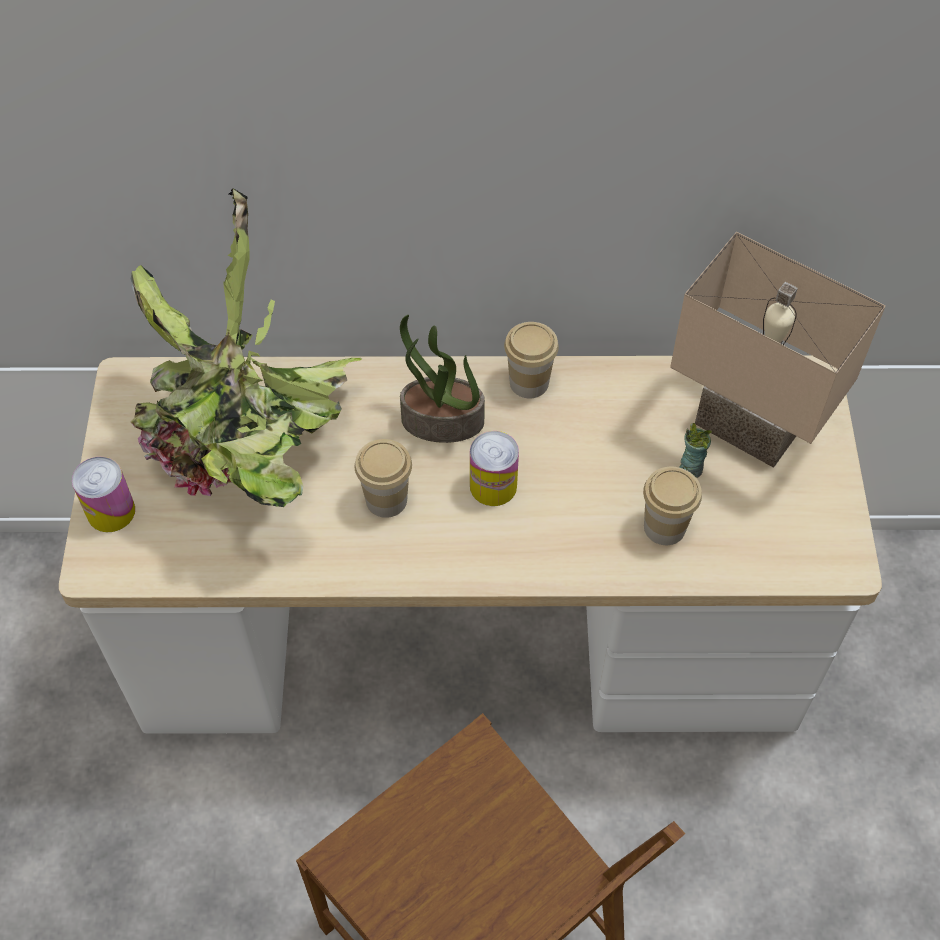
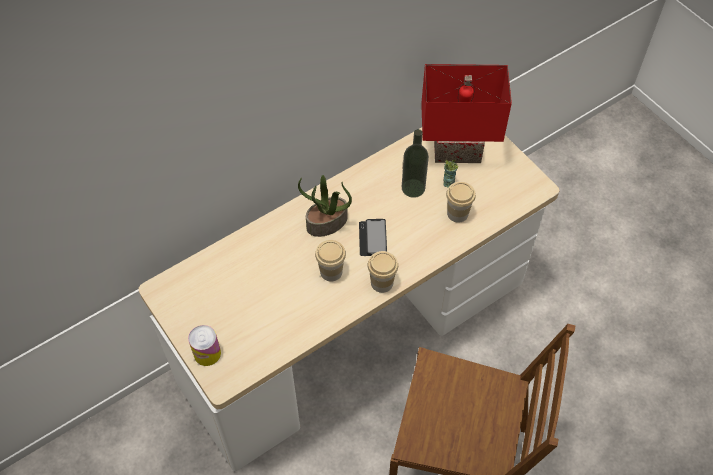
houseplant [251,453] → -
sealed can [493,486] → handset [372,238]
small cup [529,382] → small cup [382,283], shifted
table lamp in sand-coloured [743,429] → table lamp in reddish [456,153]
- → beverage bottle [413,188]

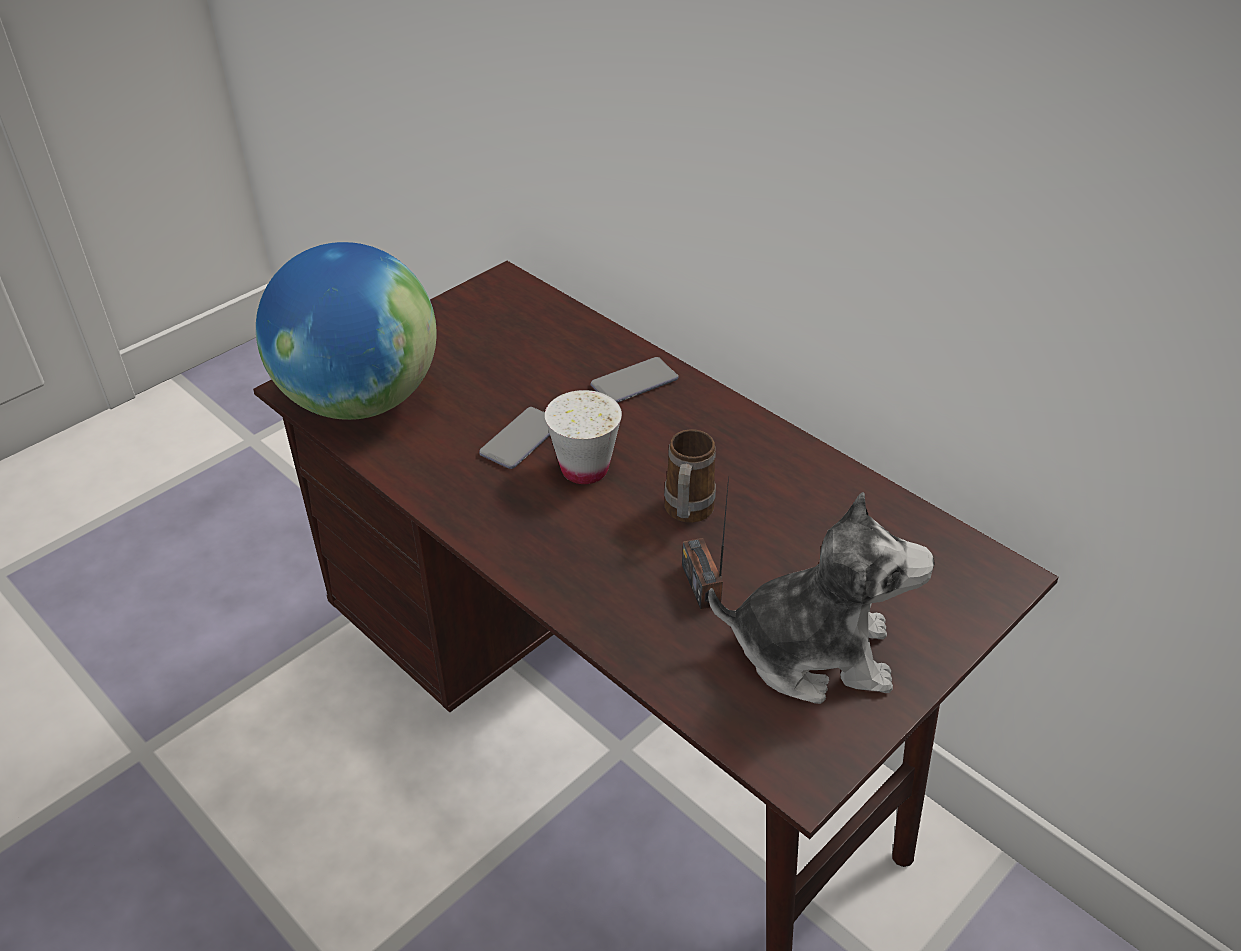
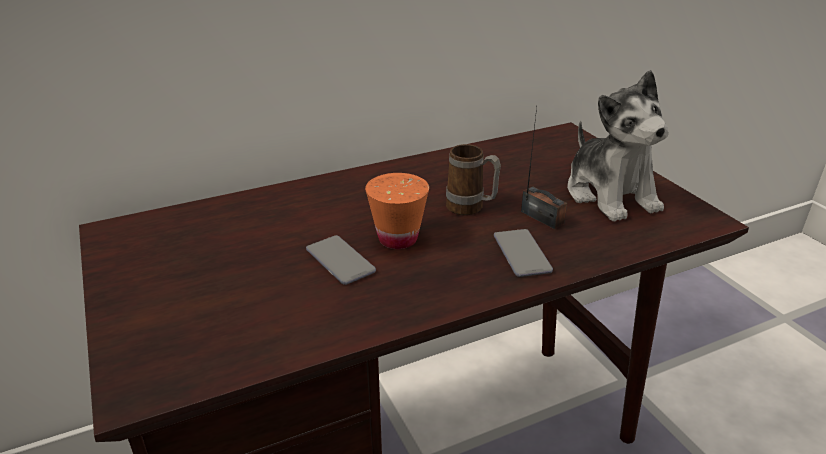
globe [359,400] → -
small cup in whitish [584,469] → small cup in orangey [398,239]
handset [634,382] → handset [521,254], shifted
radio [701,584] → radio [541,218], 135 degrees counterclockwise
cuddly toy [813,651] → cuddly toy [610,194], 135 degrees clockwise

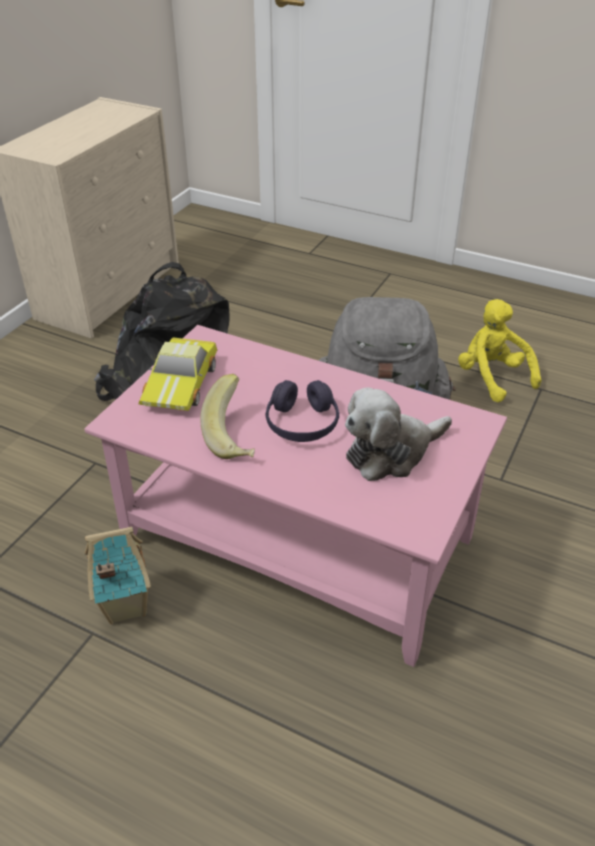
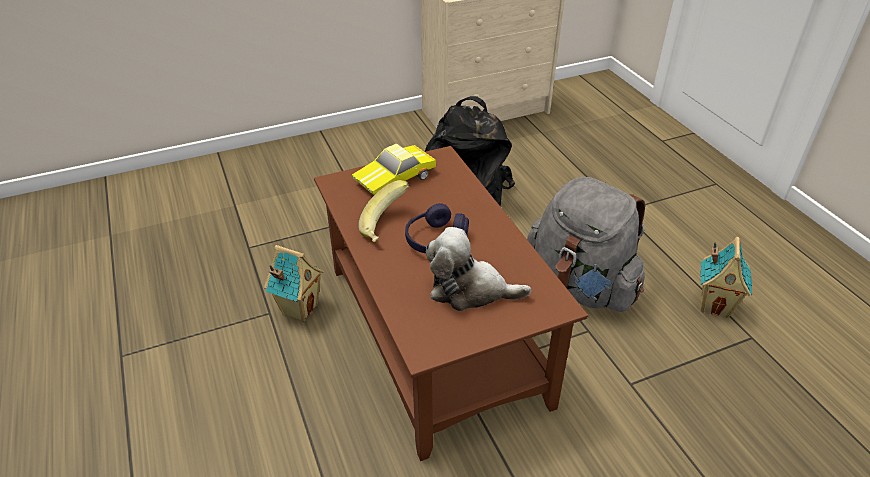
low table in pink [300,540] → low table in brown [436,335]
cuddly toy in yellow-coloured [492,377] → model house [715,305]

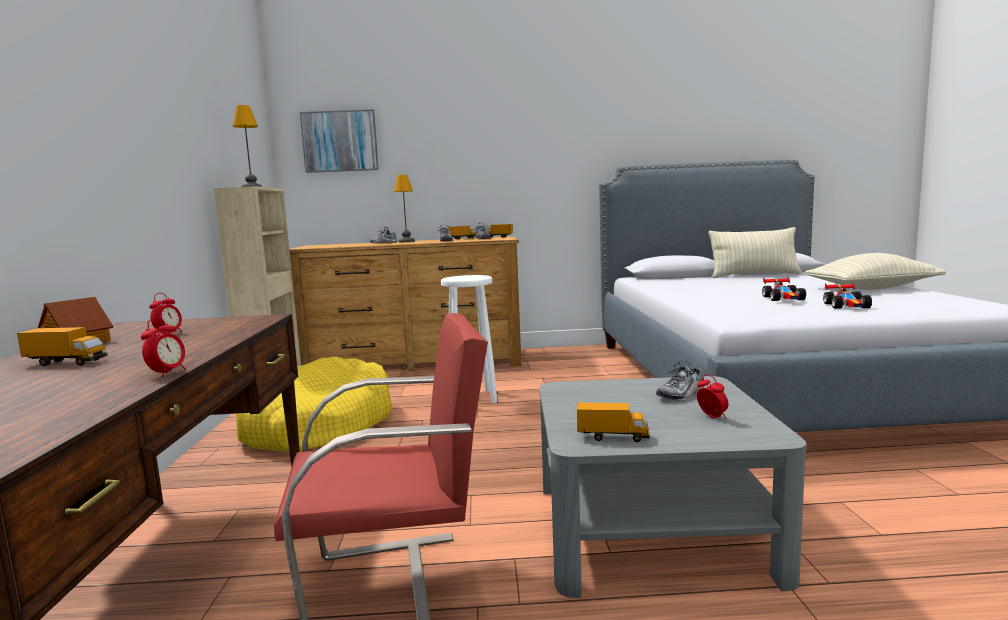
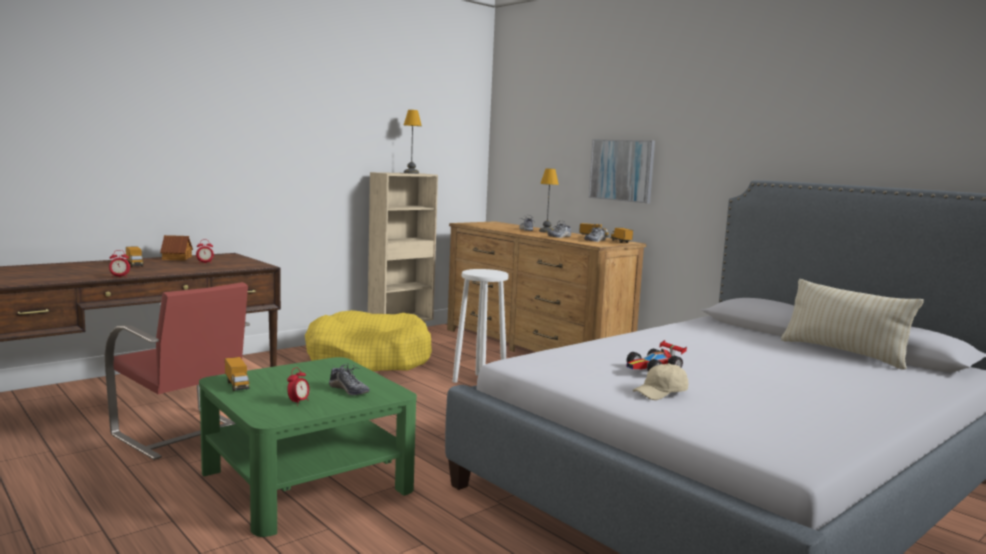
wall picture [340,141] → wall picture [621,170], shifted
low table in gray [650,528] → low table in green [307,480]
item of footwear [681,394] → item of footwear [349,390], 150 degrees counterclockwise
throw pillow in sand-coloured [871,288] → -
miniature car [847,306] → peaked cap in sand-coloured [661,393]

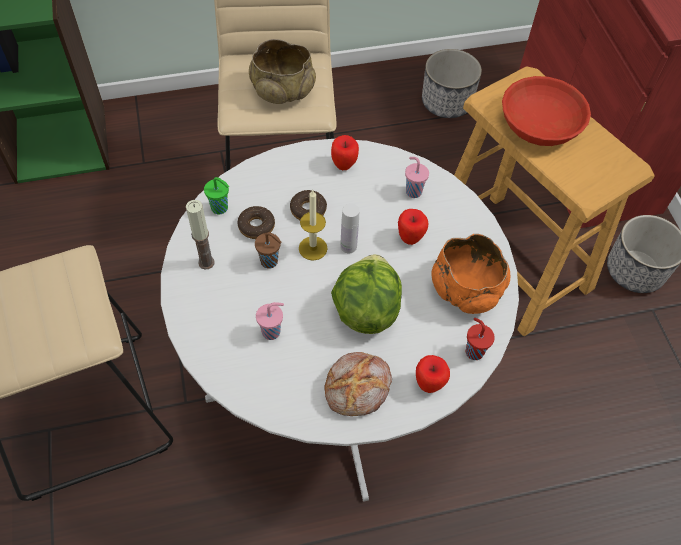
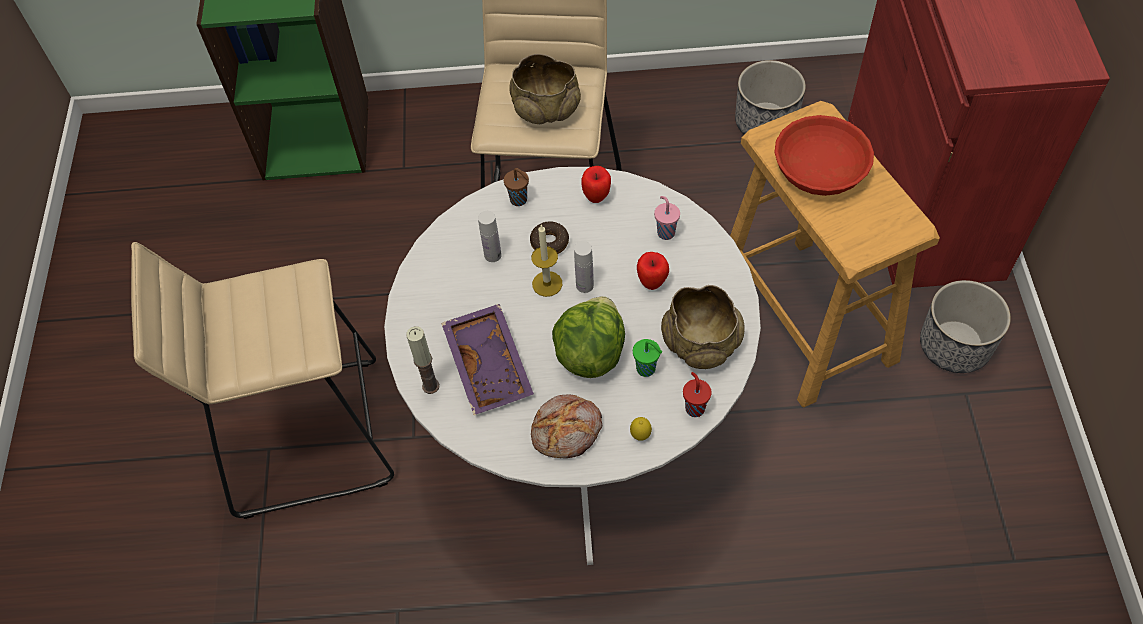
wax candle [206,262] → wax candle [430,386], shifted
small cup in green [220,208] → small cup in green [647,369], shifted
doughnut [256,226] → beverage bottle in whitish [493,255]
small cup in brown [270,262] → small cup in brown [519,200], shifted
small cup in pink [272,331] → serving tray in purple-coloured [490,365]
whole apple [429,384] → whole lemon [640,435]
serving bowl in orangey [466,289] → serving bowl in sand-coloured [701,342]

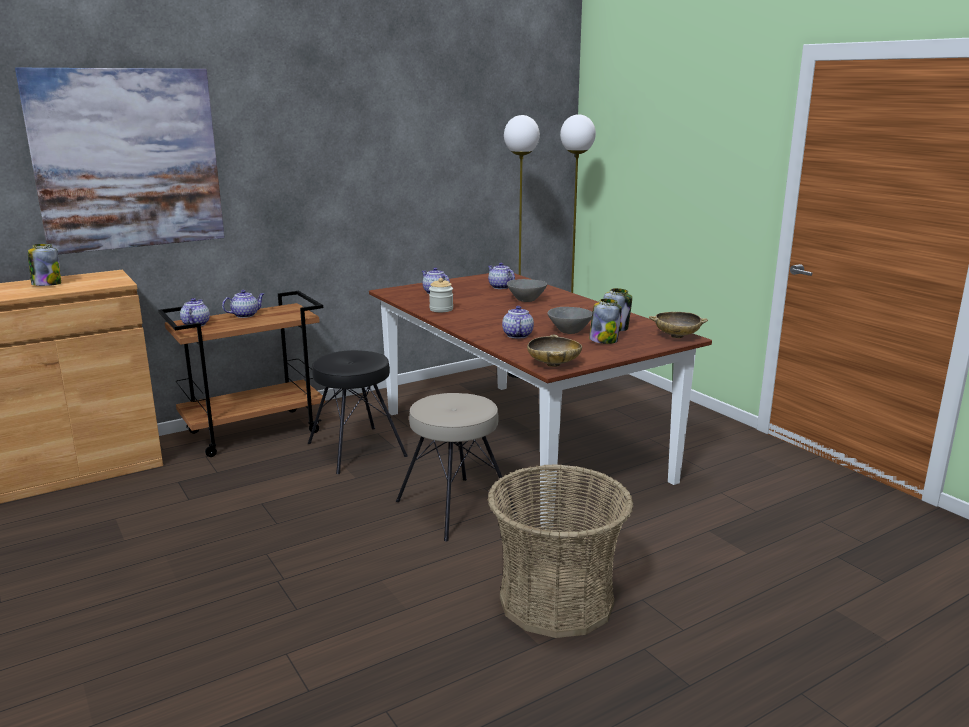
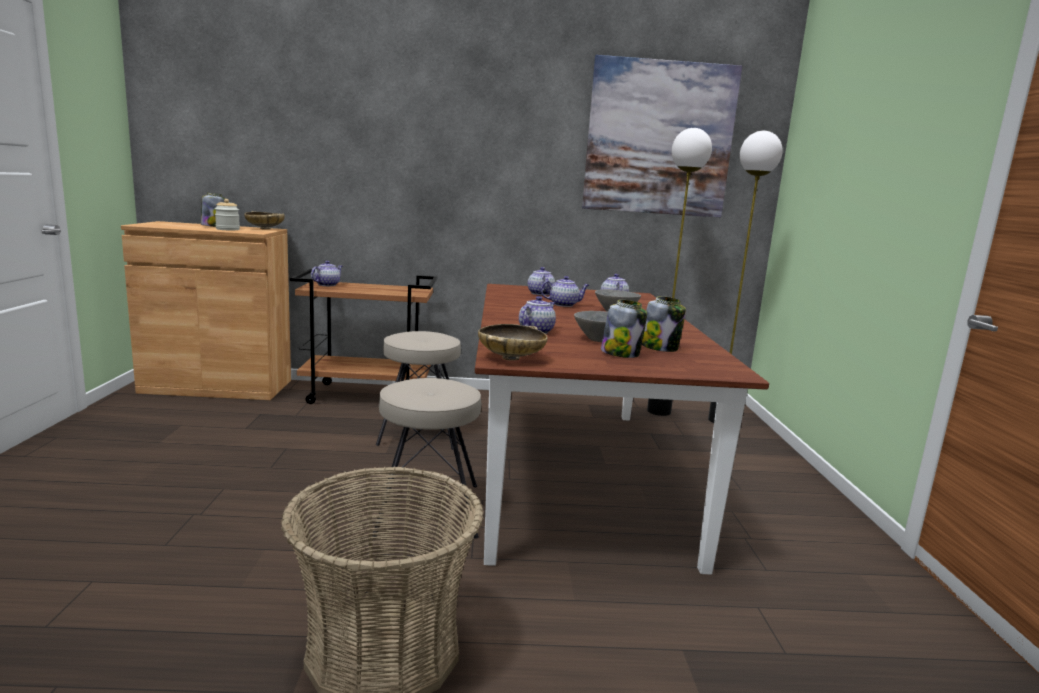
wall picture [128,159] → wall picture [659,139], shifted
teapot [245,315] → teapot [564,305], shifted
sitting stool in black [355,450] → sitting stool in sand-coloured [420,431]
preserve jar [441,309] → preserve jar [227,229], shifted
serving bowl in sand-coloured [676,336] → serving bowl in sand-coloured [265,229], shifted

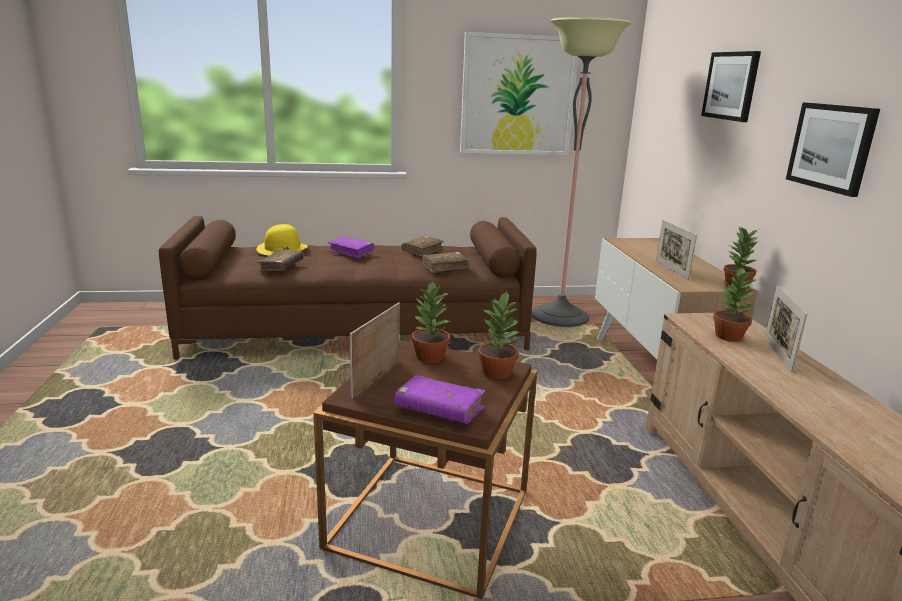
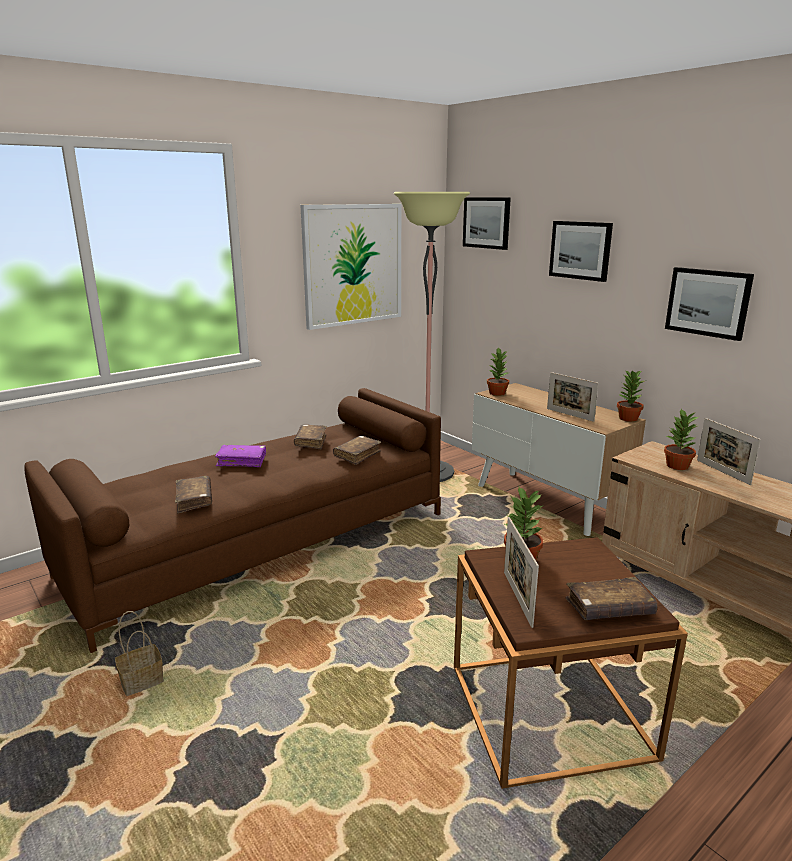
wearable hat in yellow-coloured [282,249] → -
volume in purple-coloured [439,410] → volume in brown [609,609]
houseplant [497,372] → houseplant [497,393], shifted
- → household basket [143,681]
- → wall picture [486,222]

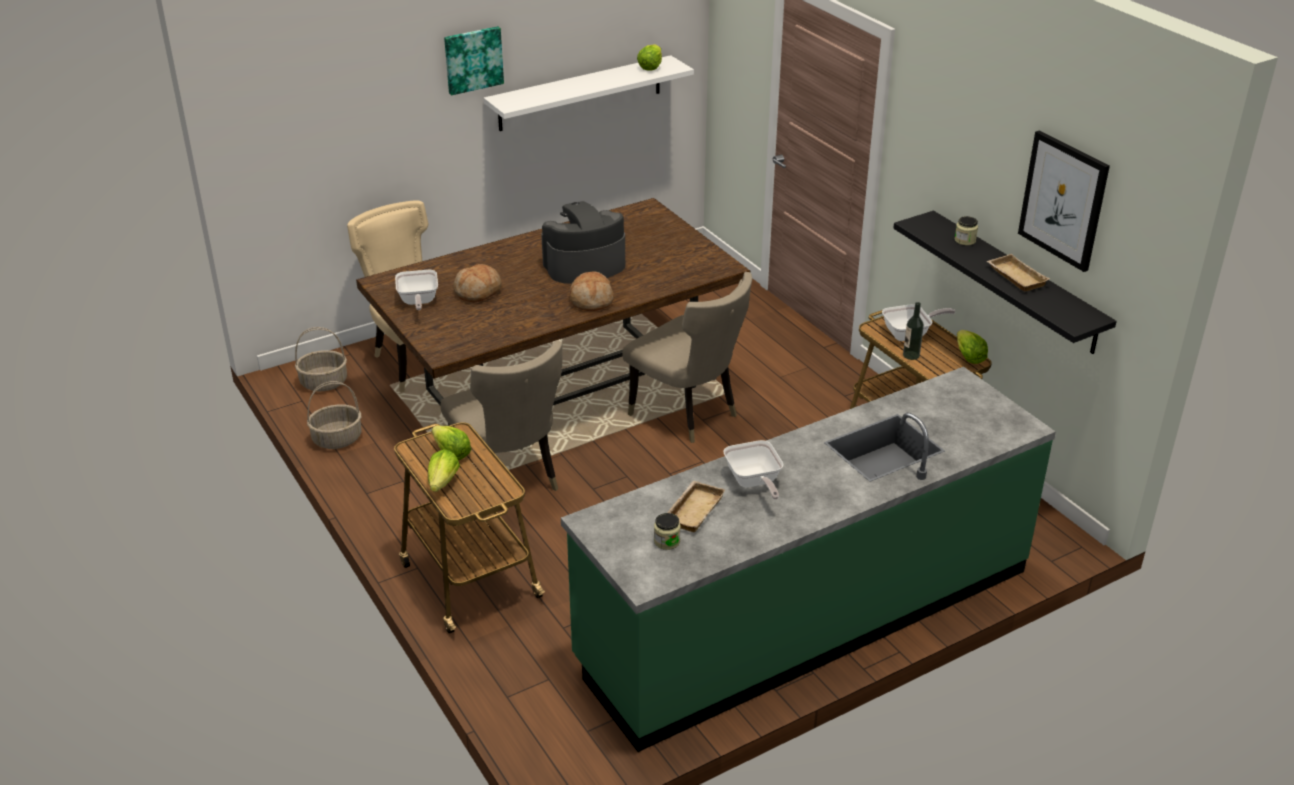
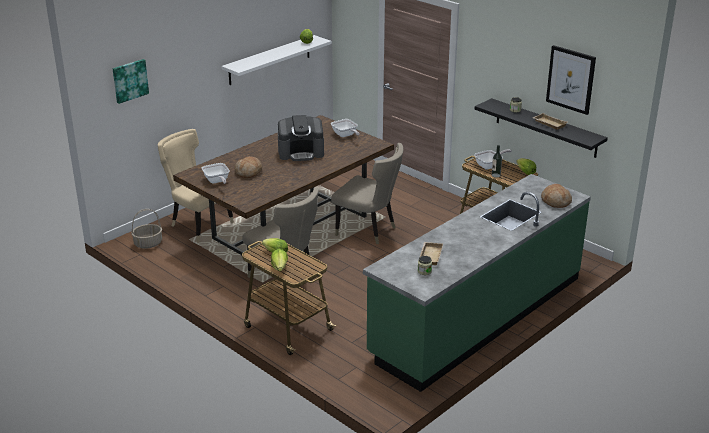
household basket [337,438] → -
wall picture [473,59] → wall picture [129,80], shifted
coffee machine [584,266] → coffee machine [301,152], 150 degrees counterclockwise
bread [591,300] → bread [556,201], shifted
frying pan [753,482] → frying pan [345,135], shifted

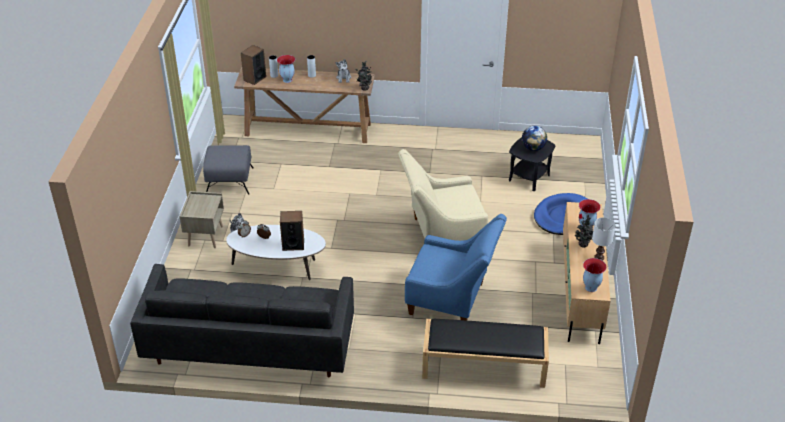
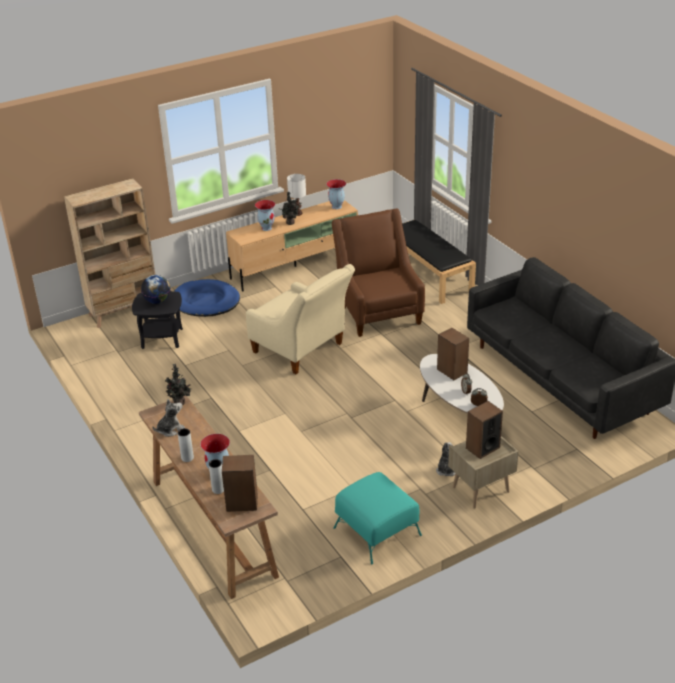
pouffe in gray [229,180] → pouffe in turquoise-coloured [377,532]
lounge chair in blue [452,300] → lounge chair in brown [378,312]
- → bookshelf in sand-coloured [124,312]
- → loudspeaker [482,448]

